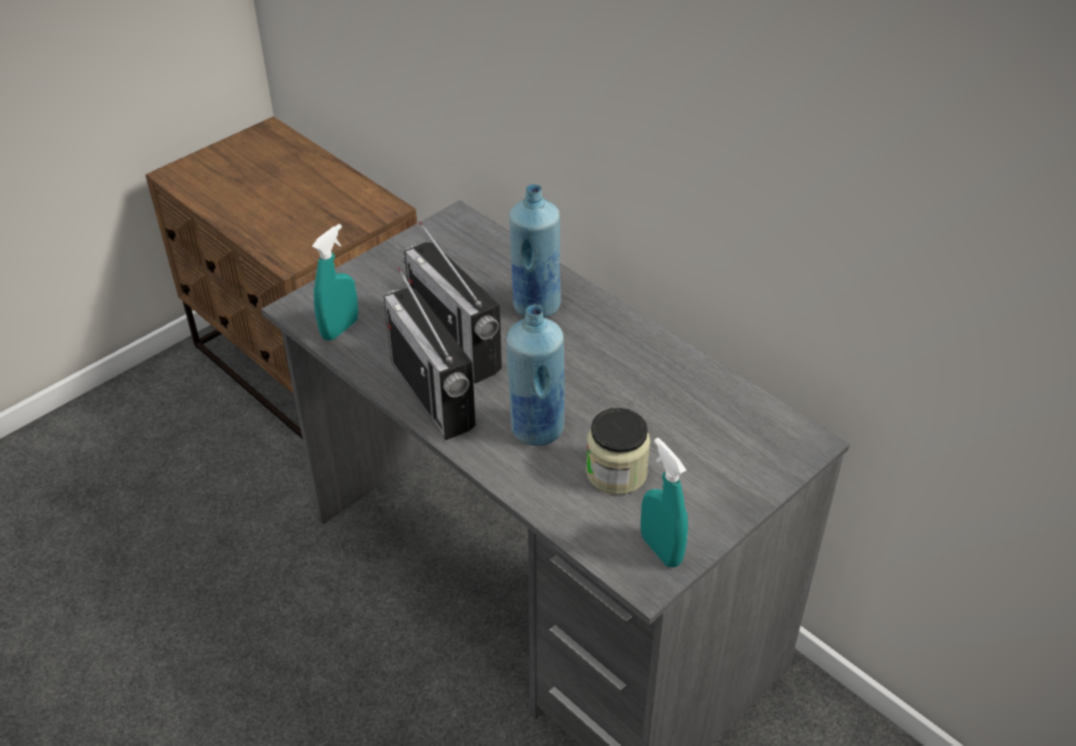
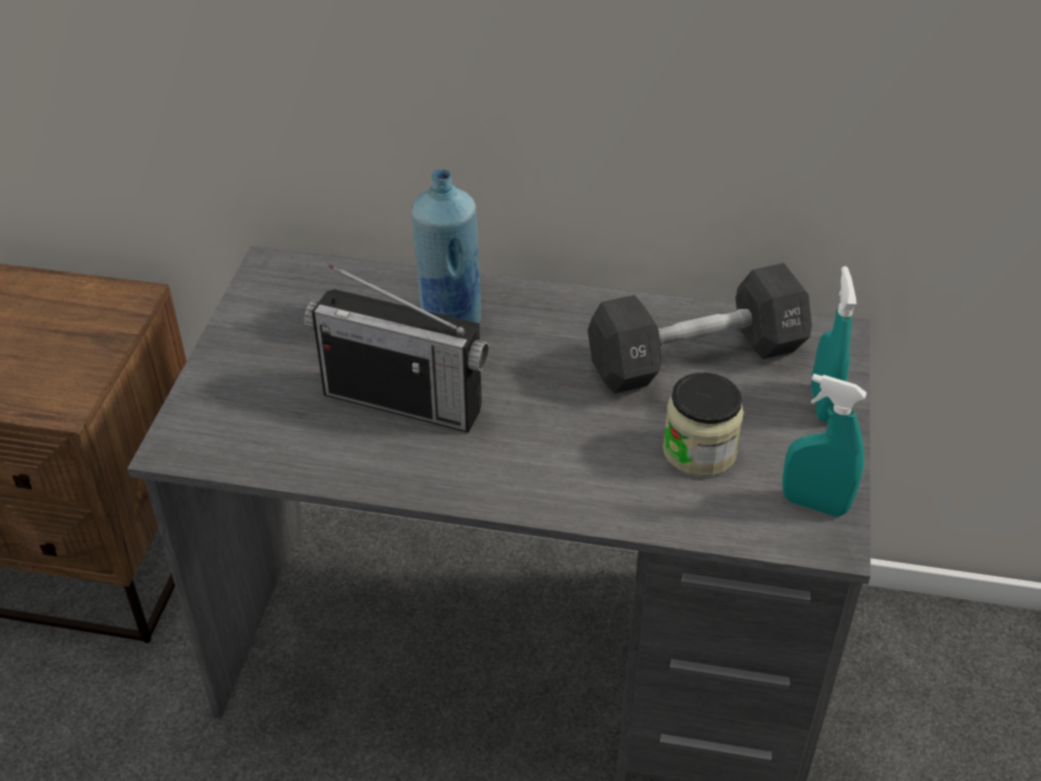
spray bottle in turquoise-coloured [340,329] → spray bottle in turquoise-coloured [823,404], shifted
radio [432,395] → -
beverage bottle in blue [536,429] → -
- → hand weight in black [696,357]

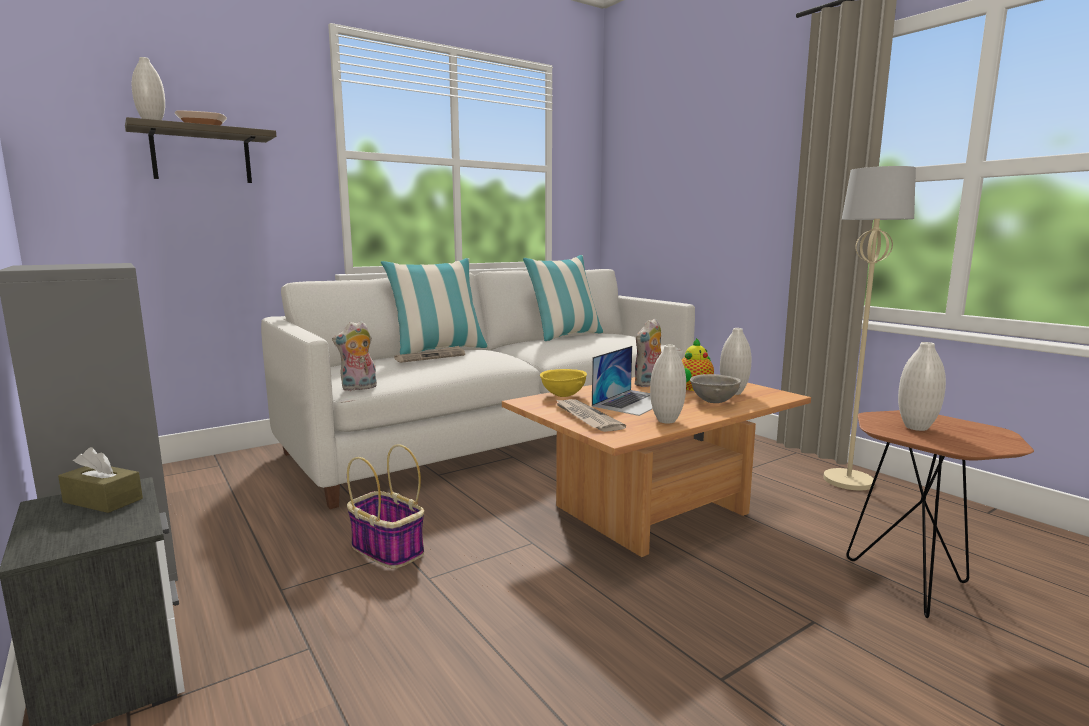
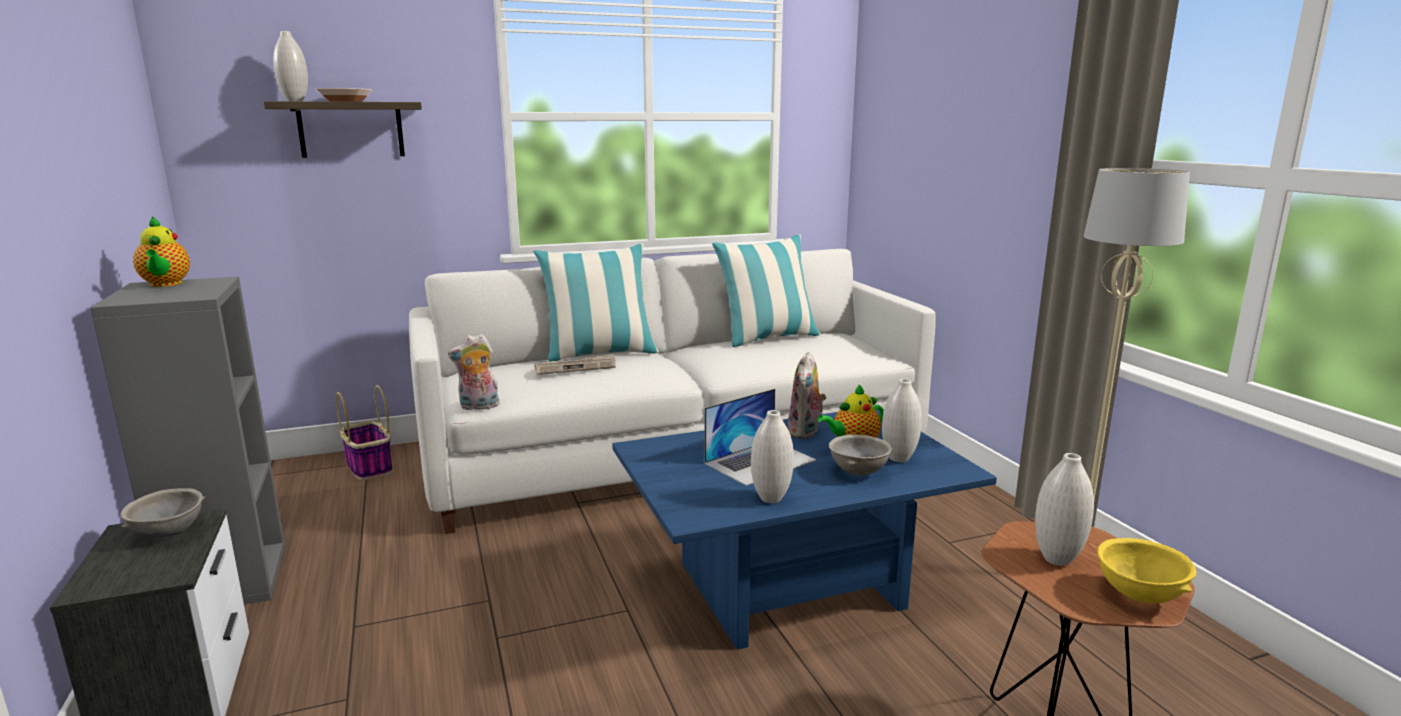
tissue box in brown [103,500] → serving bowl in gray [169,534]
household basket [386,549] → household basket [368,466], shifted
low table in brown [653,512] → low table in blue [790,589]
serving bowl in yellow-coloured [563,396] → serving bowl in yellow-coloured [1139,596], shifted
daily paper [586,417] → -
cuddly toy [649,384] → cuddly toy [805,432], 45 degrees counterclockwise
- → teapot [165,284]

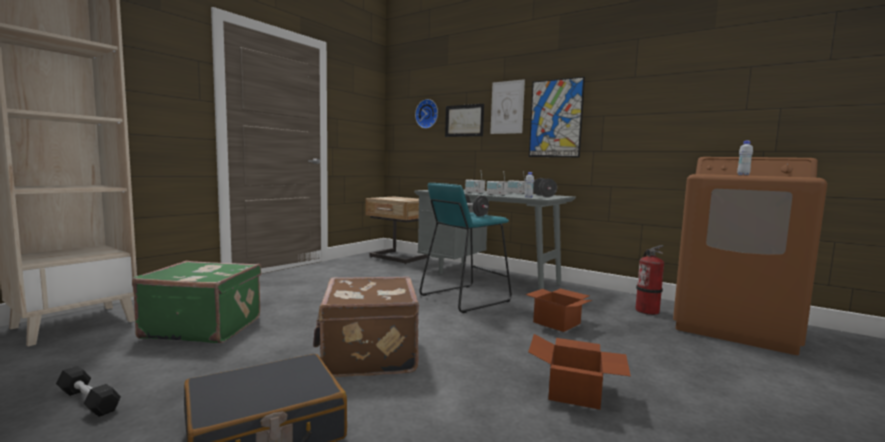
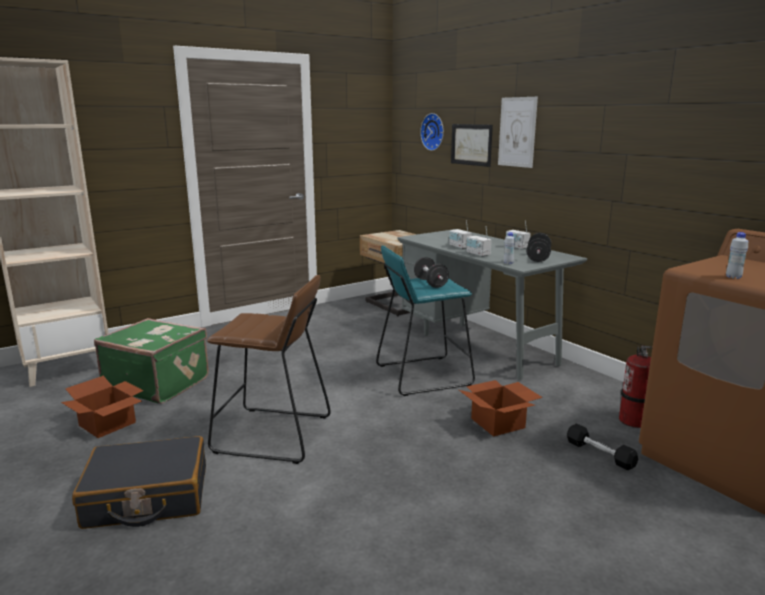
hand weight in black [88,401] → hand weight in black [600,454], shifted
suitcase in brown [367,354] → sitting stool in brown [272,435]
packing box [576,393] → packing box [107,425], shifted
wall picture [555,118] → -

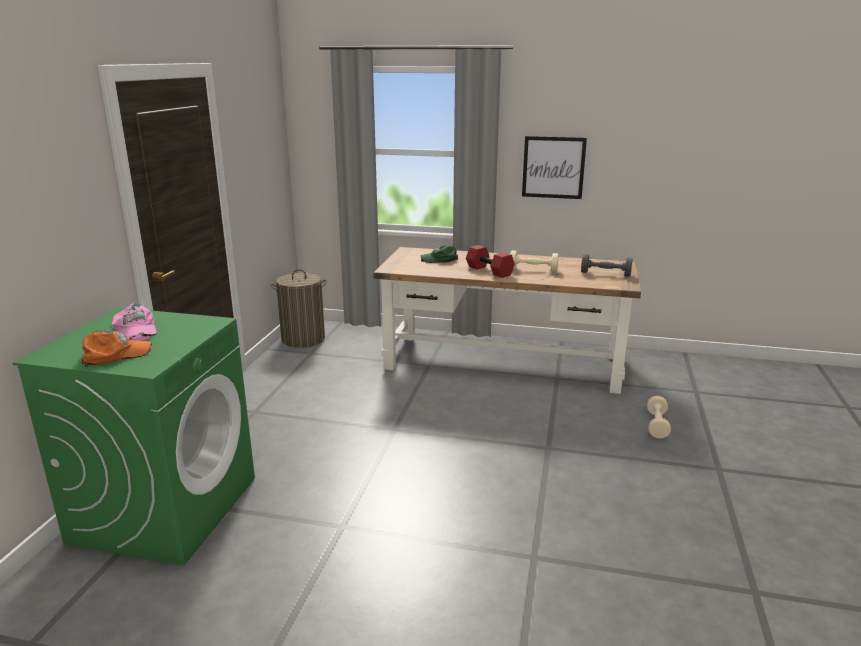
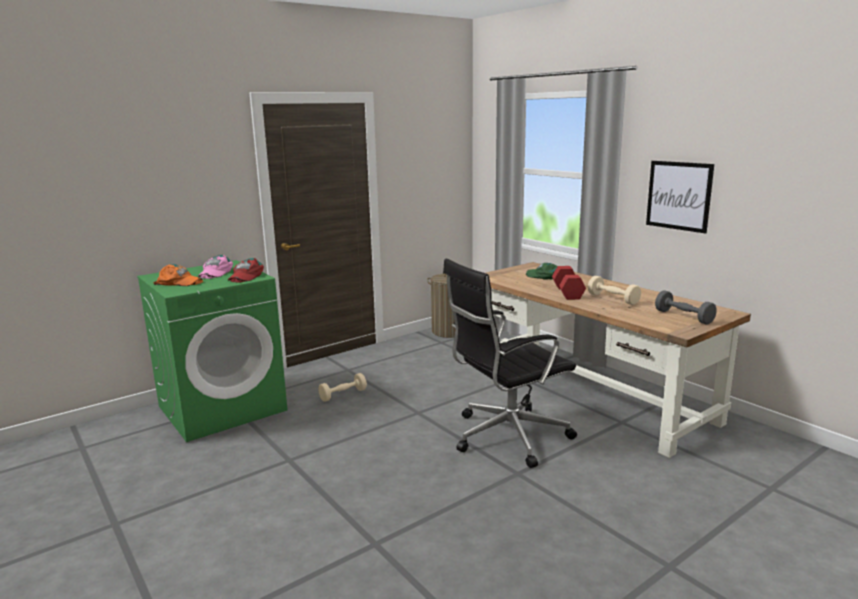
hand weight in sand-coloured [657,425] → hand weight in sand-coloured [343,395], shifted
- → peaked cap in reddish [245,276]
- → computer chair in black [507,436]

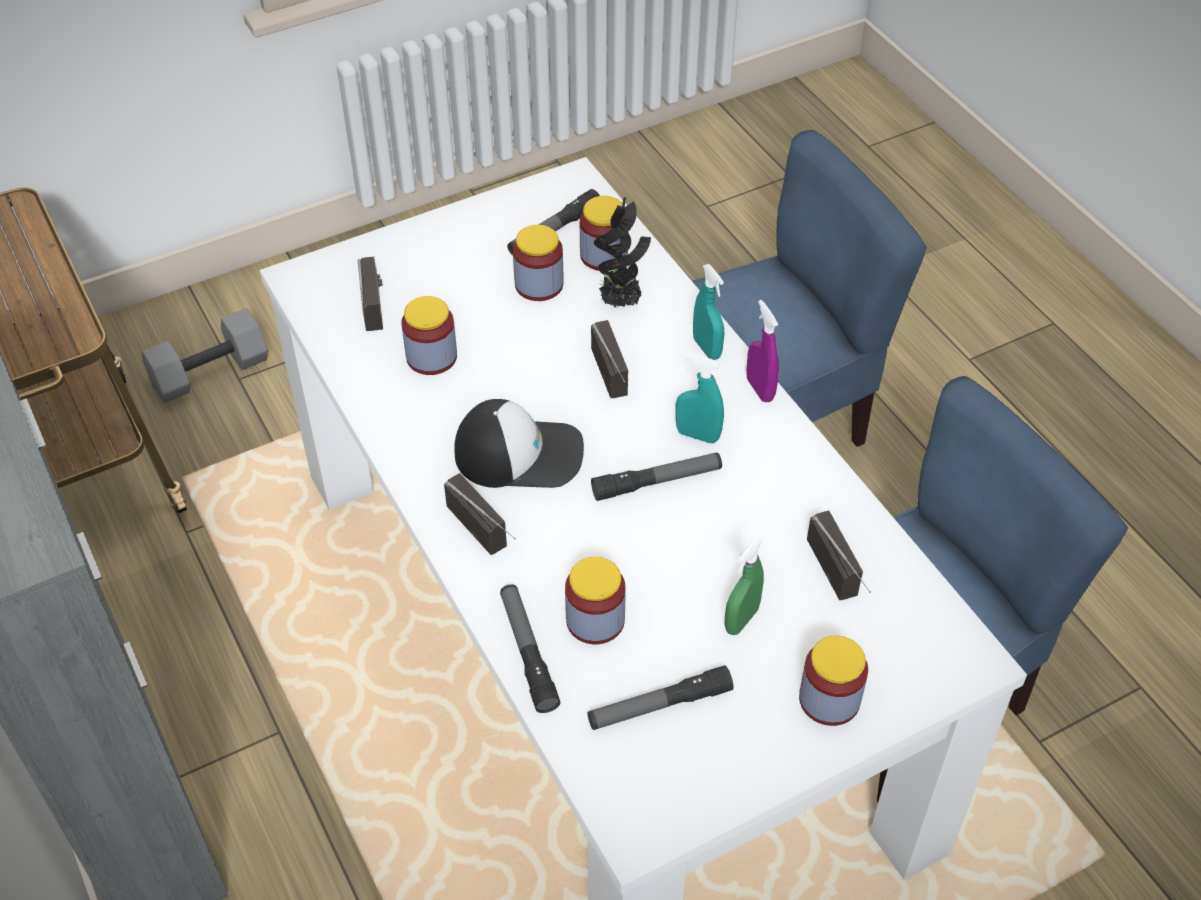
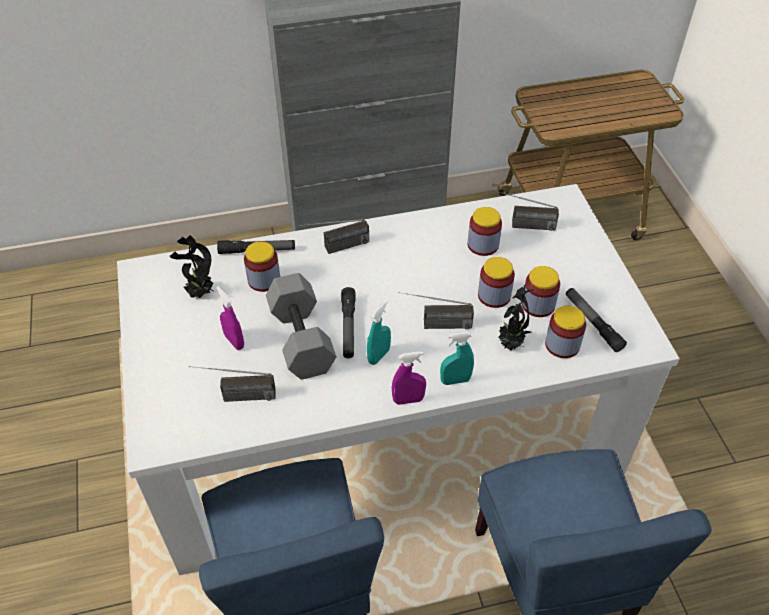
hand weight in gray [210,371] → hand weight in gray [303,339], shifted
peaked cap [520,453] → -
torch [659,706] → houseplant [200,294]
spray bottle in green [741,620] → spray bottle in purple-coloured [234,341]
preserve jar [829,699] → preserve jar [494,295], shifted

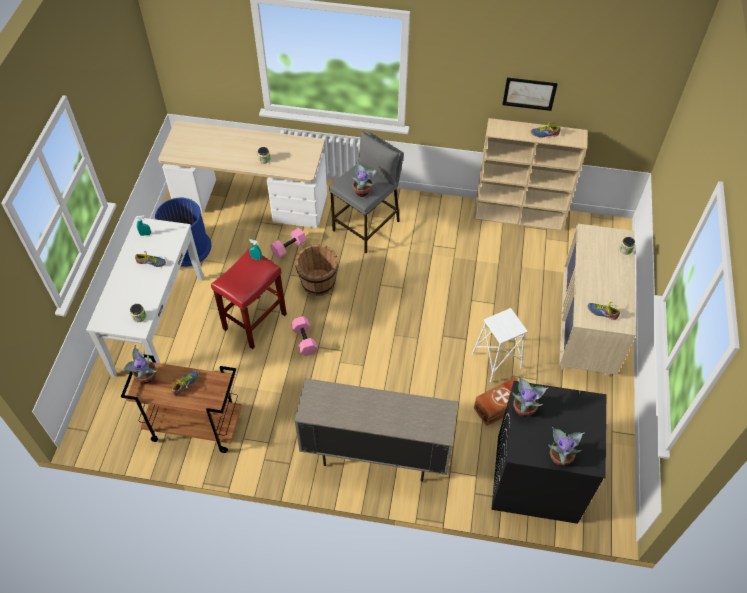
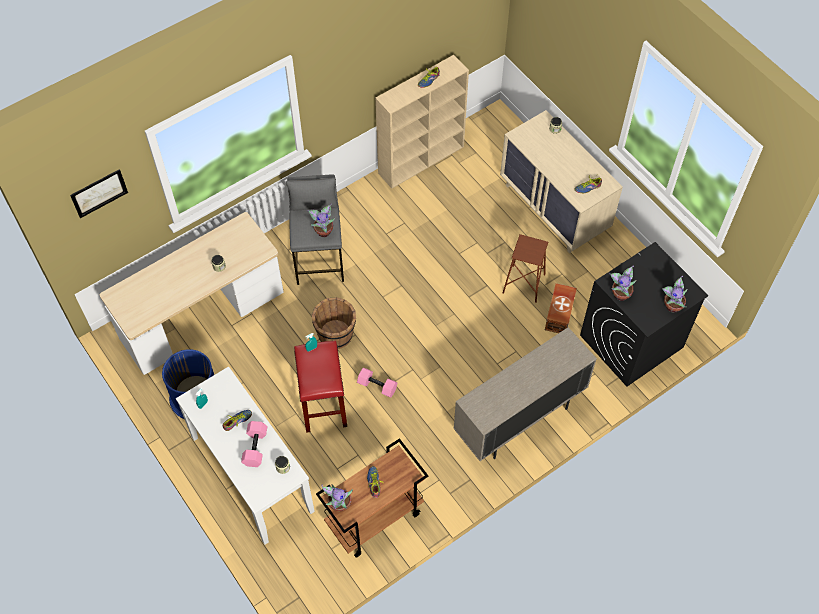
hand weight in pink [289,247] → hand weight in pink [254,447], shifted
sitting stool in whitish [496,361] → sitting stool in brown [523,284]
wall picture [529,93] → wall picture [99,193], shifted

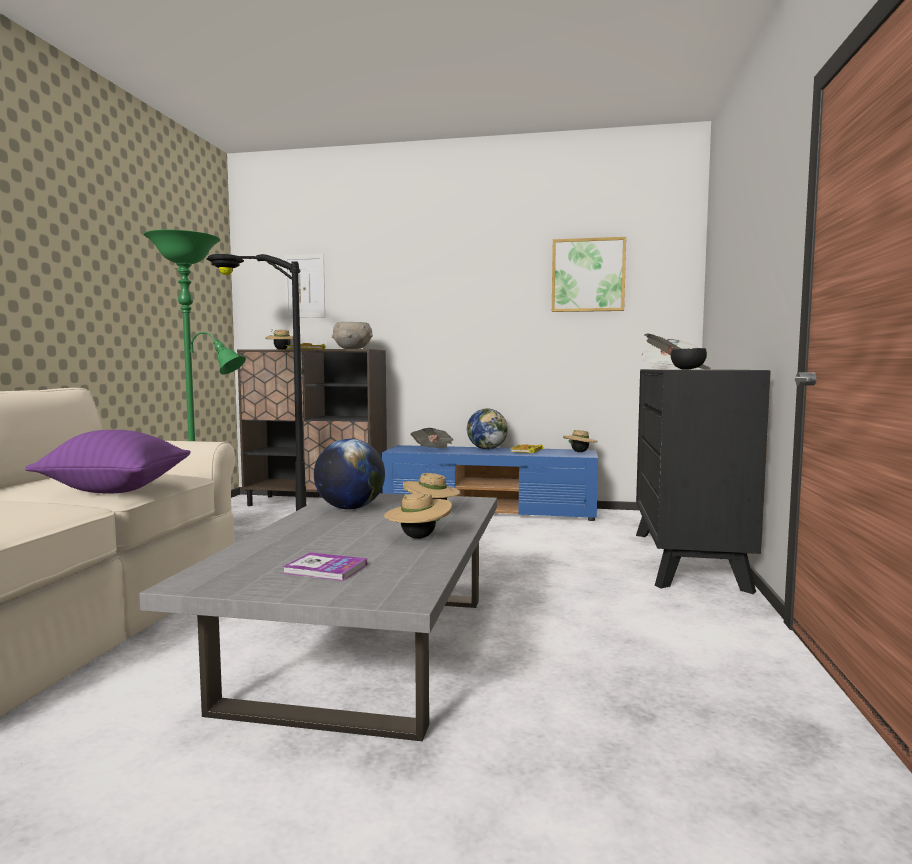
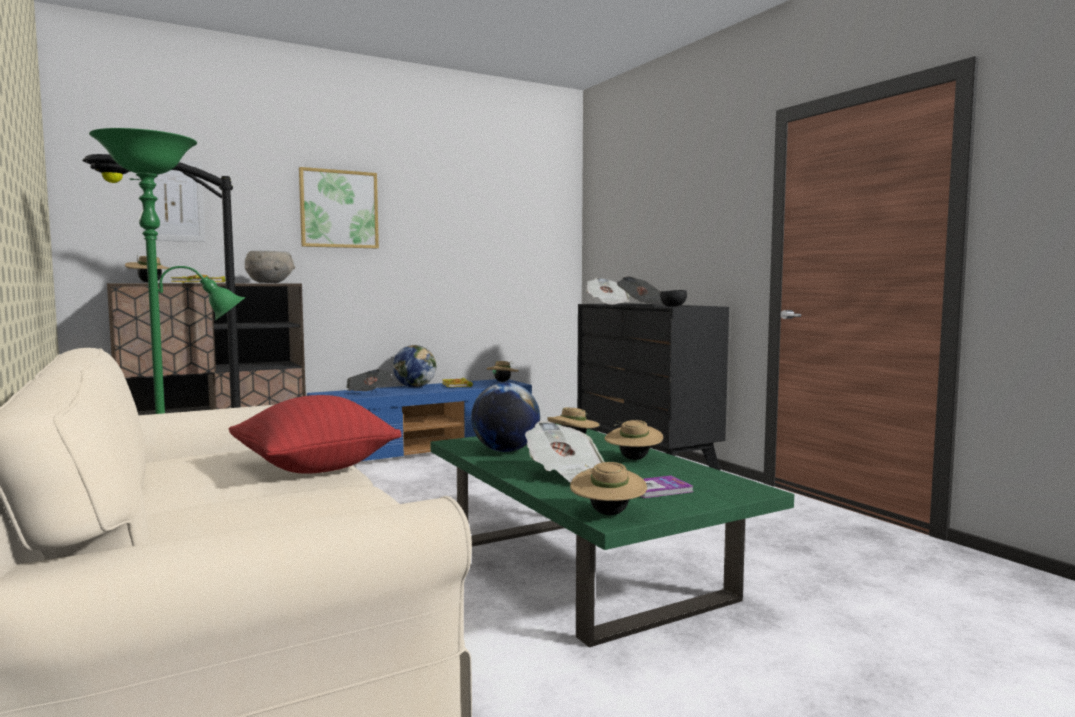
throw pillow in purple-coloured [116,490] → throw pillow in reddish [315,468]
low table in gray [365,646] → low table in green [582,568]
wall picture [588,275] → wall picture [339,209], shifted
- → daily paper [566,475]
- → wearable hat in sand-coloured [607,514]

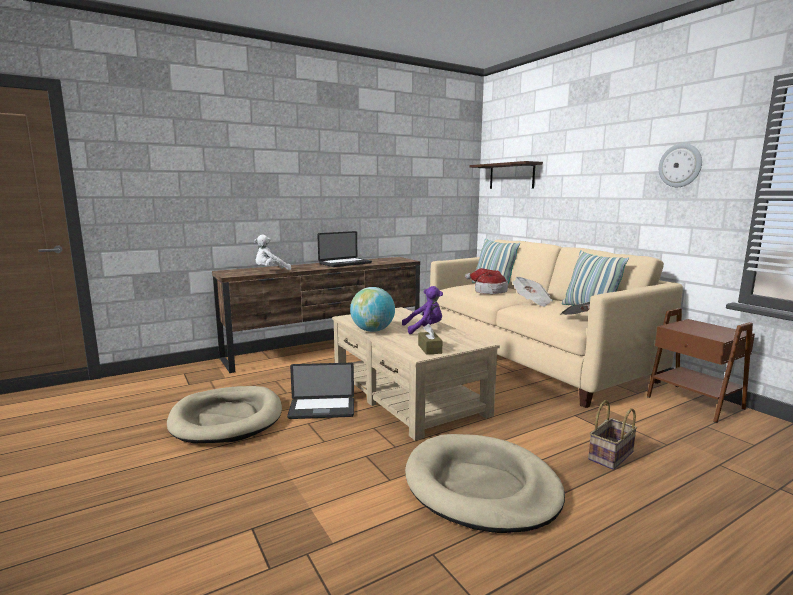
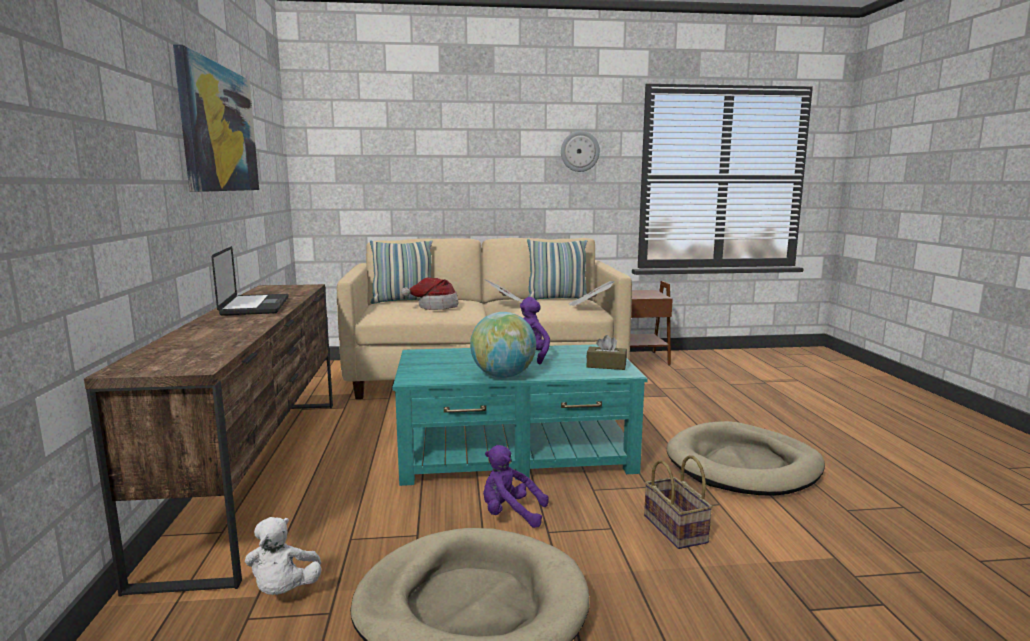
cuddly toy in whitish [271,271] → cuddly toy in whitish [284,590], shifted
notebook computer [322,409] → cuddly toy in purple-coloured [510,514]
low table in sand-coloured [406,395] → low table in turquoise-coloured [516,452]
bracket shelf [511,176] → -
household basket [611,456] → household basket [677,529], shifted
- → wall picture [219,129]

